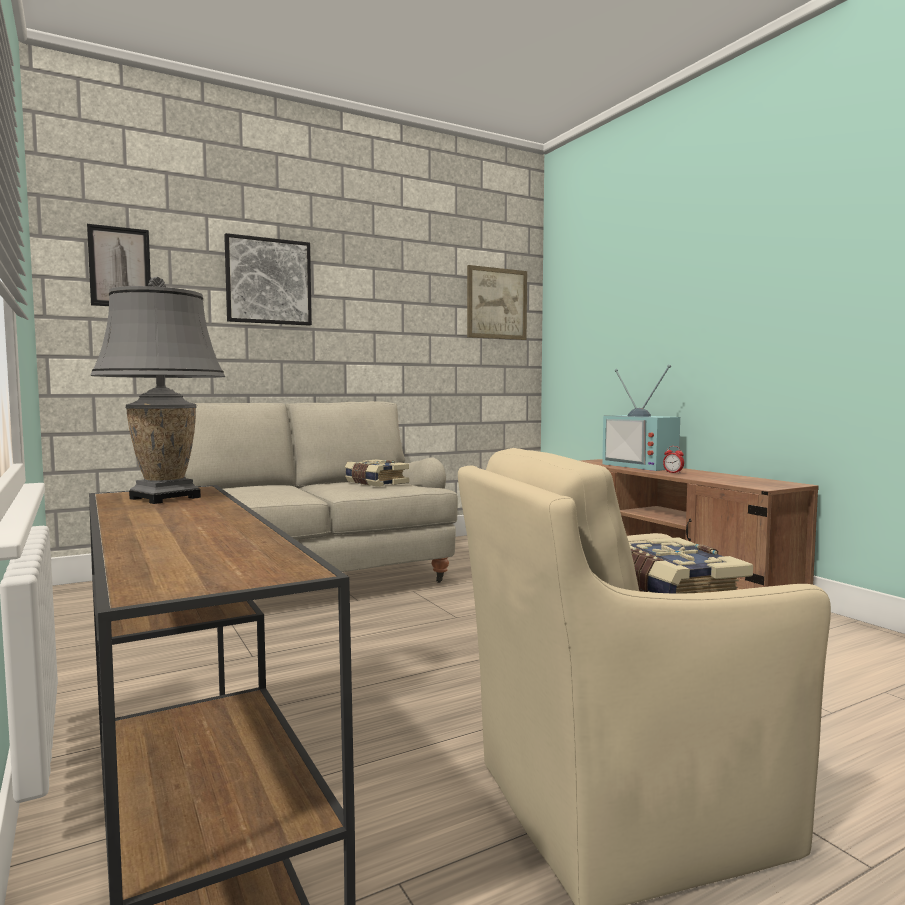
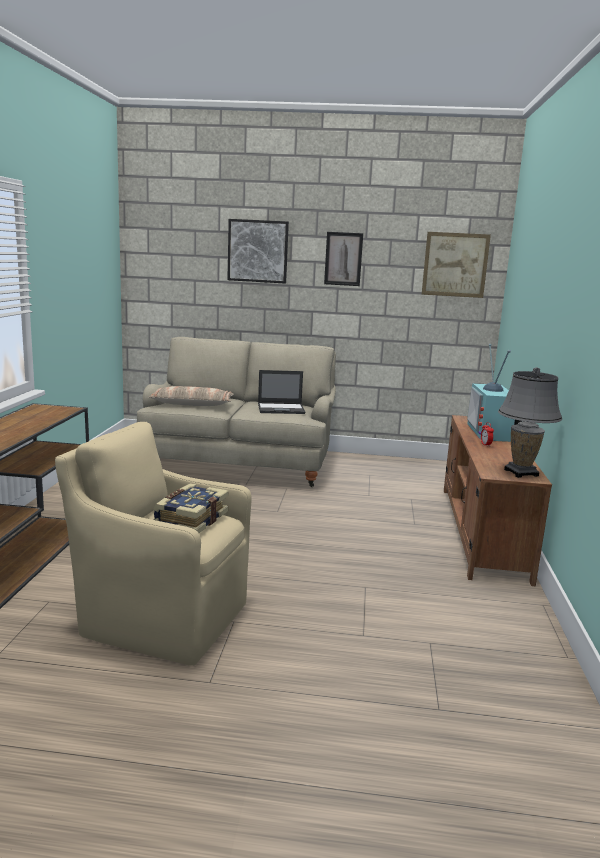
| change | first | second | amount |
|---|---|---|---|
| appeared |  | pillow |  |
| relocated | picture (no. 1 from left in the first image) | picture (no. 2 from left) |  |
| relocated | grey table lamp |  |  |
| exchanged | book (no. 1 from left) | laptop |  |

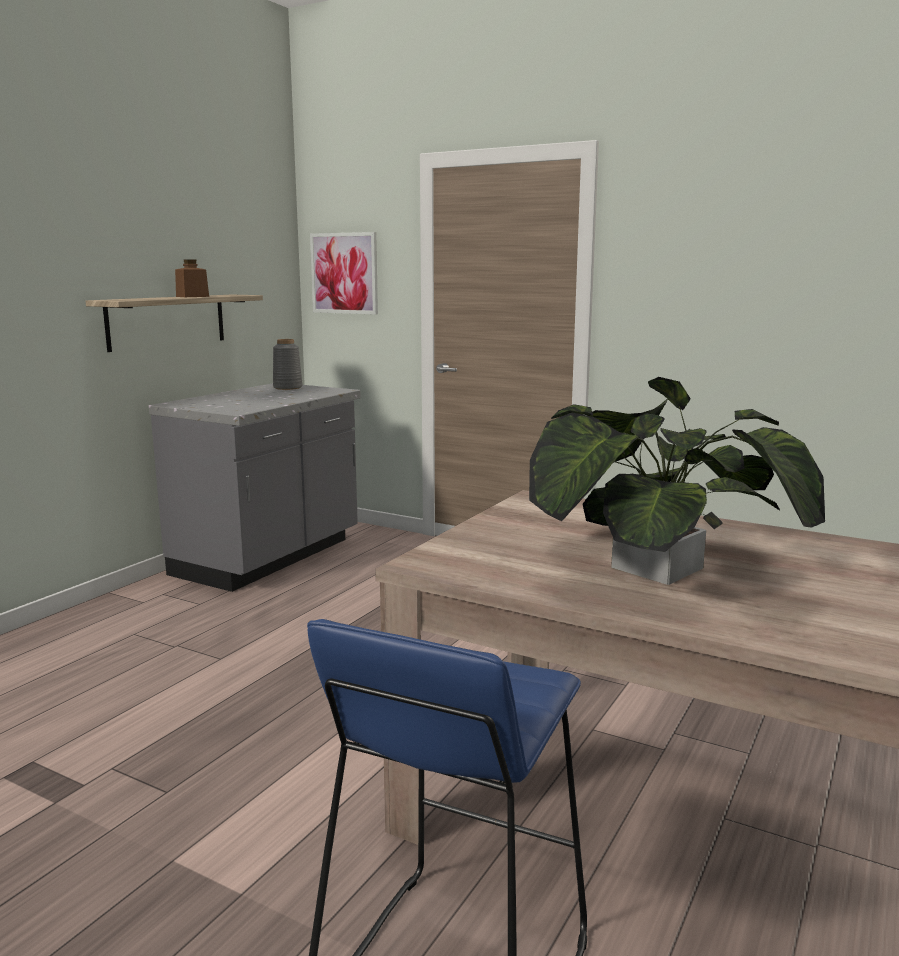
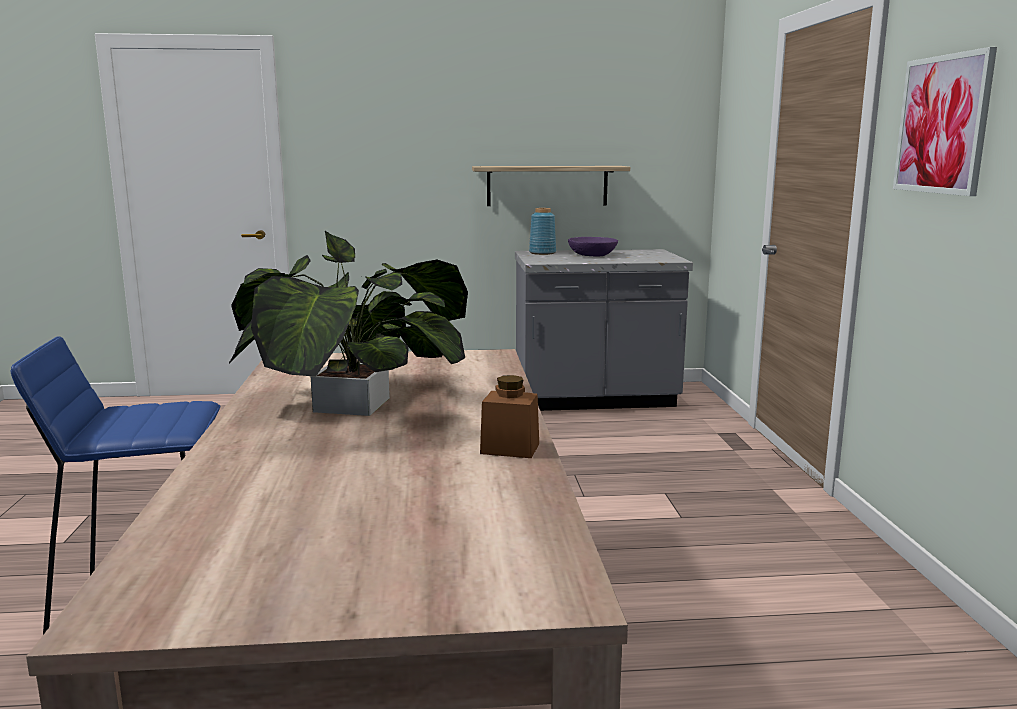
| change | first | second | amount |
|---|---|---|---|
| missing | grey vase |  |  |
| appeared |  | blue vase |  |
| appeared |  | purple bowl |  |
| relocated | brown jar |  |  |
| relocated | picture |  |  |

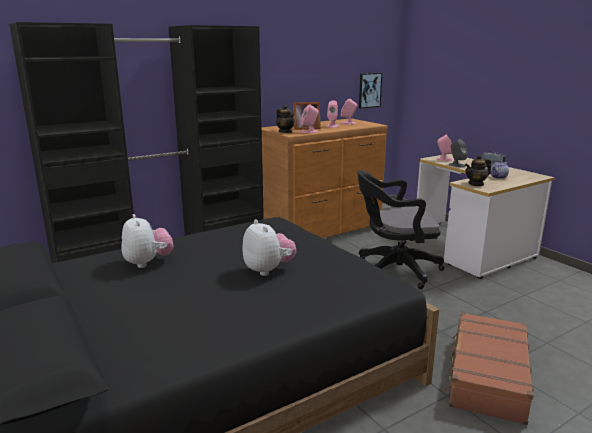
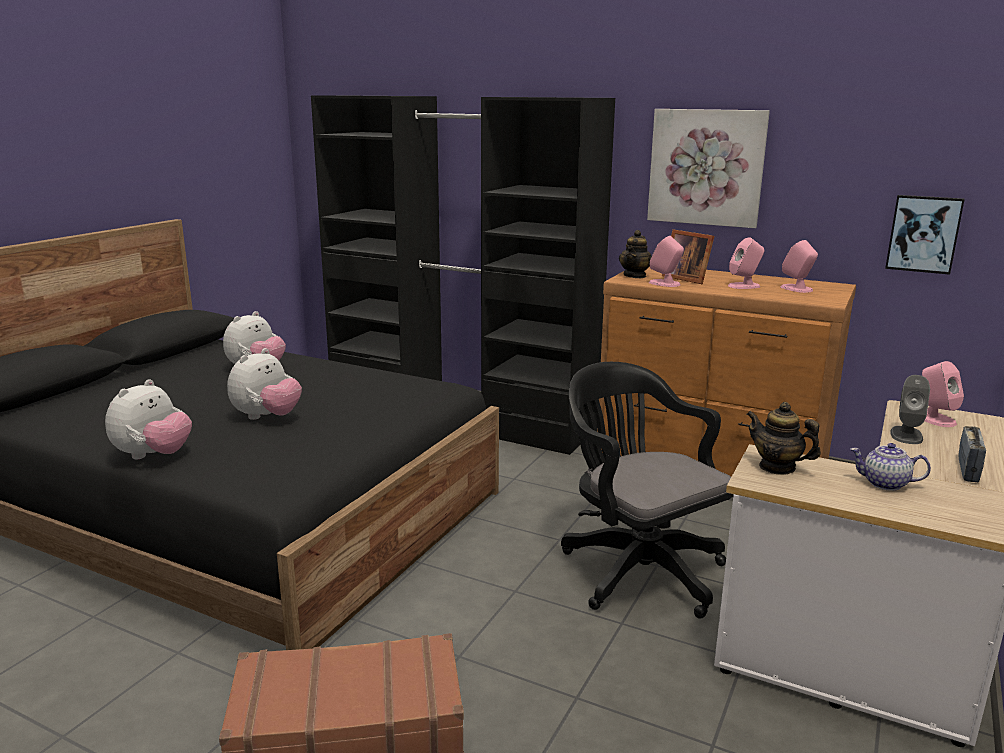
| change | first | second | amount |
|---|---|---|---|
| appeared |  | plush toy (no. 1 from left) |  |
| appeared |  | picture (no. 1 from left) |  |

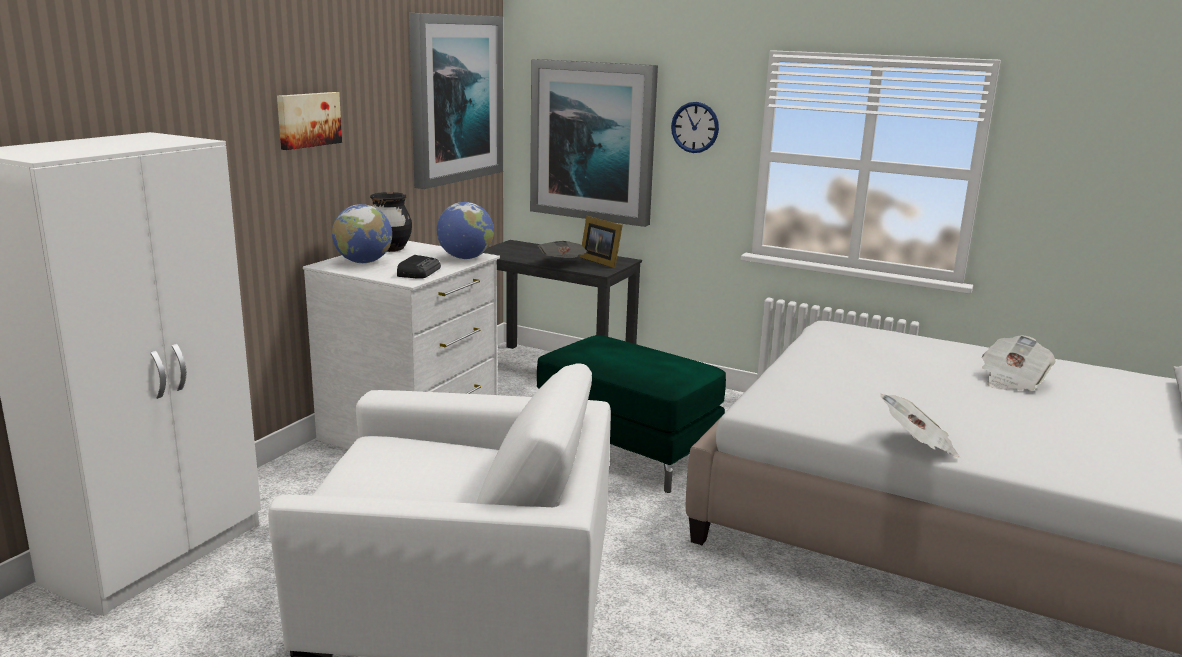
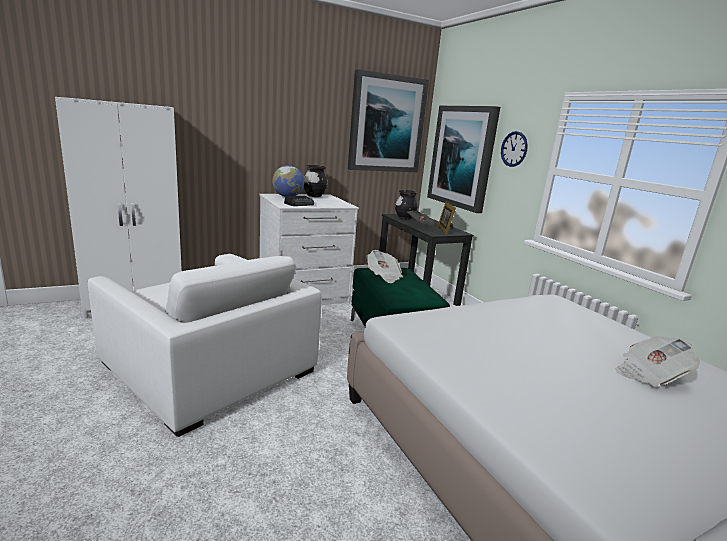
| change | first | second | amount |
|---|---|---|---|
| missing | picture (no. 1 from left) |  |  |
| missing | globe (no. 2 from left) |  |  |
| appeared |  | black vase (no. 2 from left) |  |
| relocated | newspaper (no. 2 from left in the first image) | newspaper (no. 1 from left) |  |

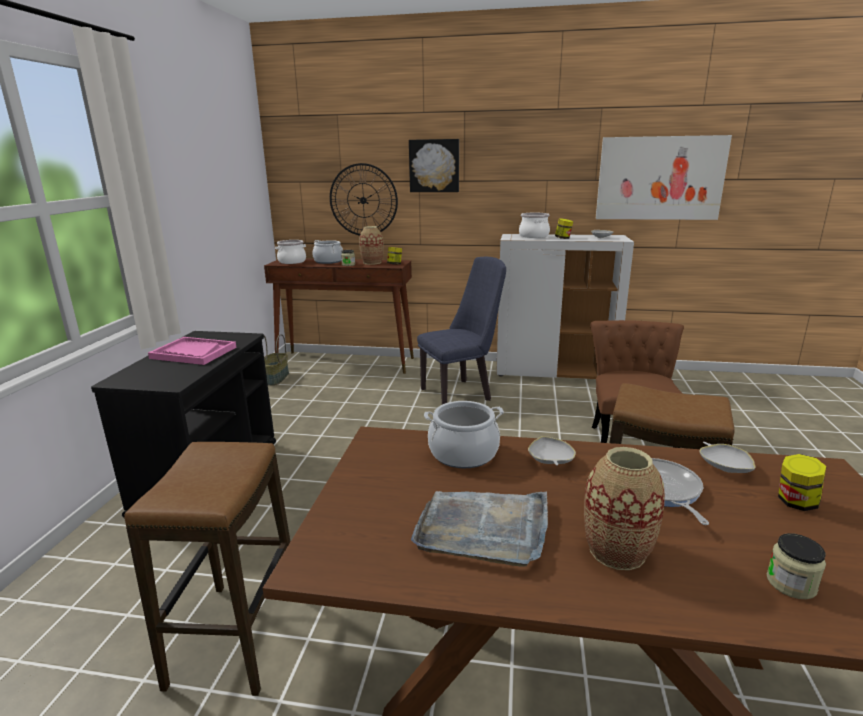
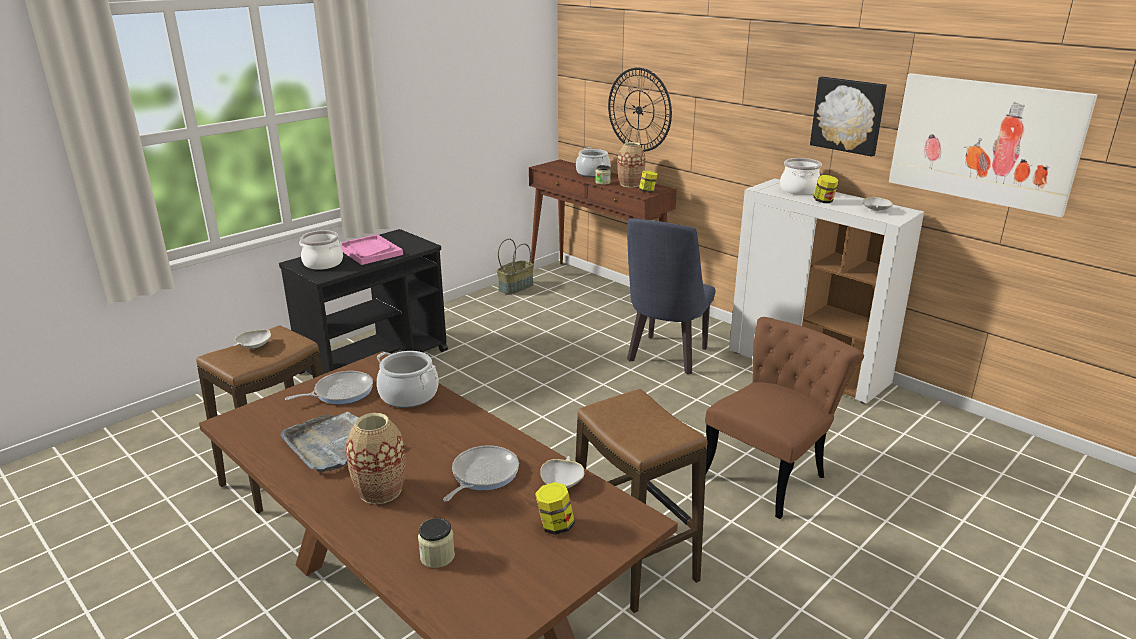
| change | first | second | amount |
|---|---|---|---|
| appeared |  | frying pan (no. 1 from left) |  |
| relocated | cooking pot (no. 1 from left) |  |  |
| relocated | picture (no. 1 from left) |  |  |
| relocated | white bowl (no. 1 from left) |  |  |
| spun | blue chair |  | 105 degrees clockwise |

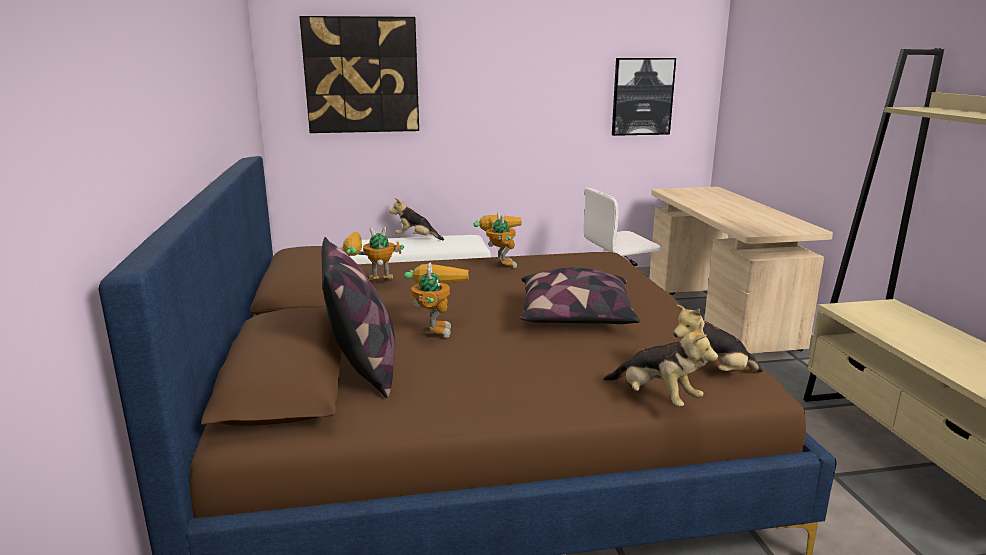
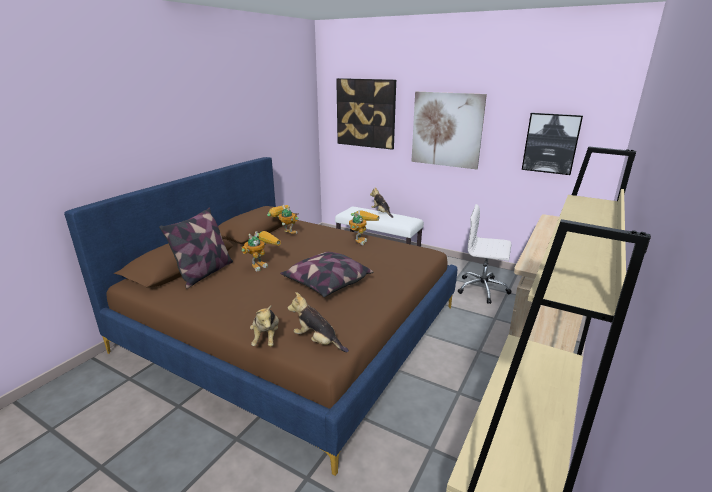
| change | first | second | amount |
|---|---|---|---|
| appeared |  | picture (no. 2 from left) |  |

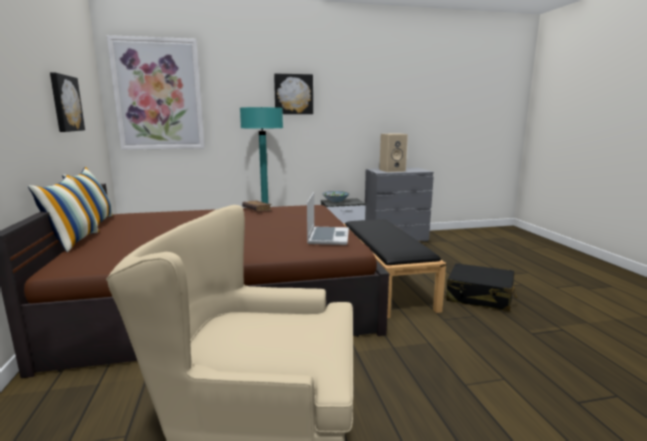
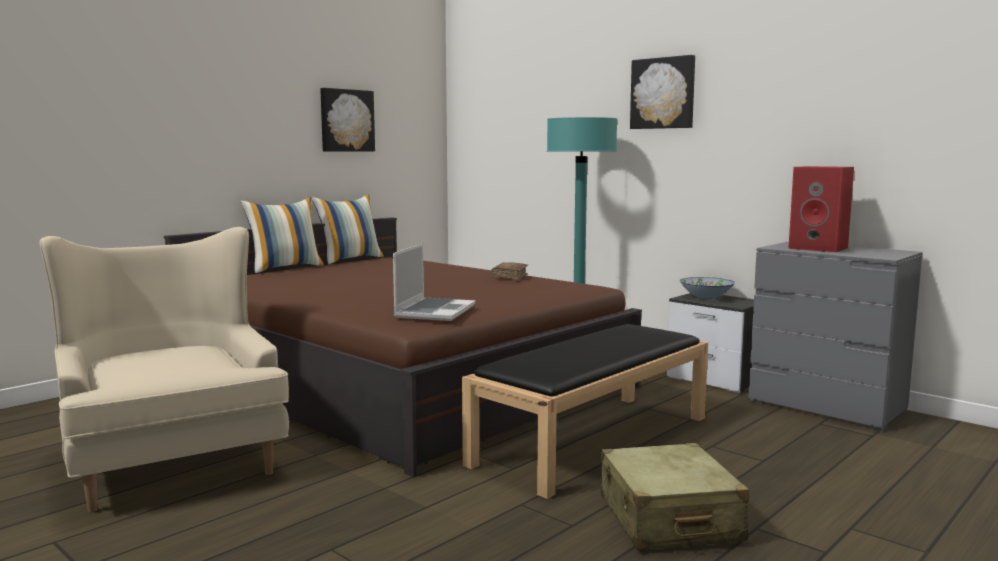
| change | first | second | amount |
|---|---|---|---|
| missing | picture (no. 2 from left) |  |  |
| colour | beige speaker | red speaker |  |
| colour | black suitcase | beige suitcase |  |
| spun | laptop |  | 45 degrees counterclockwise |

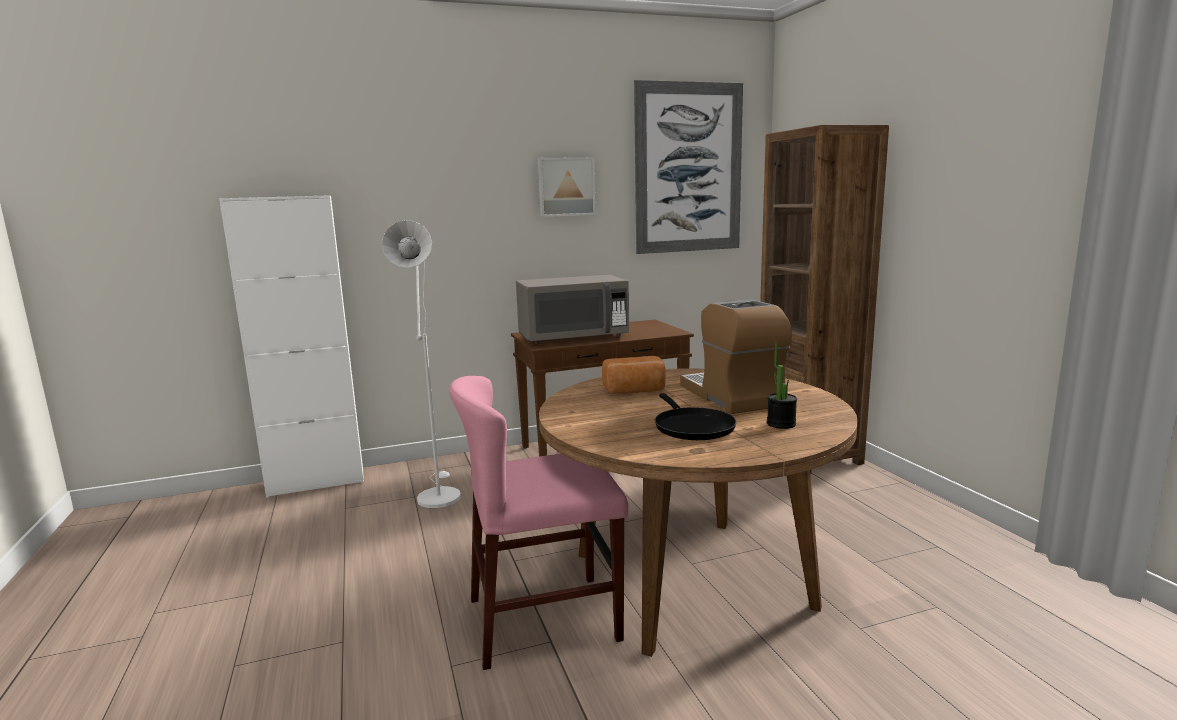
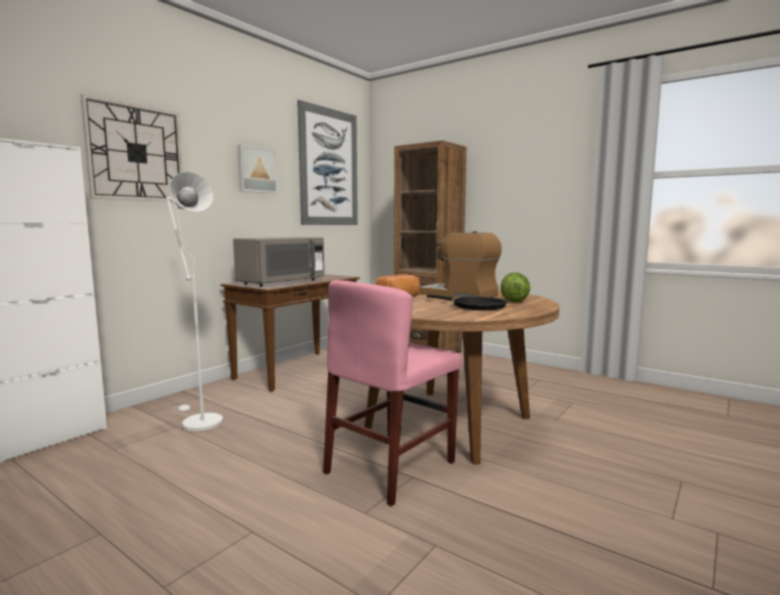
| change | first | second | amount |
|---|---|---|---|
| appeared |  | wall clock |  |
| exchanged | potted plant | lettuce |  |

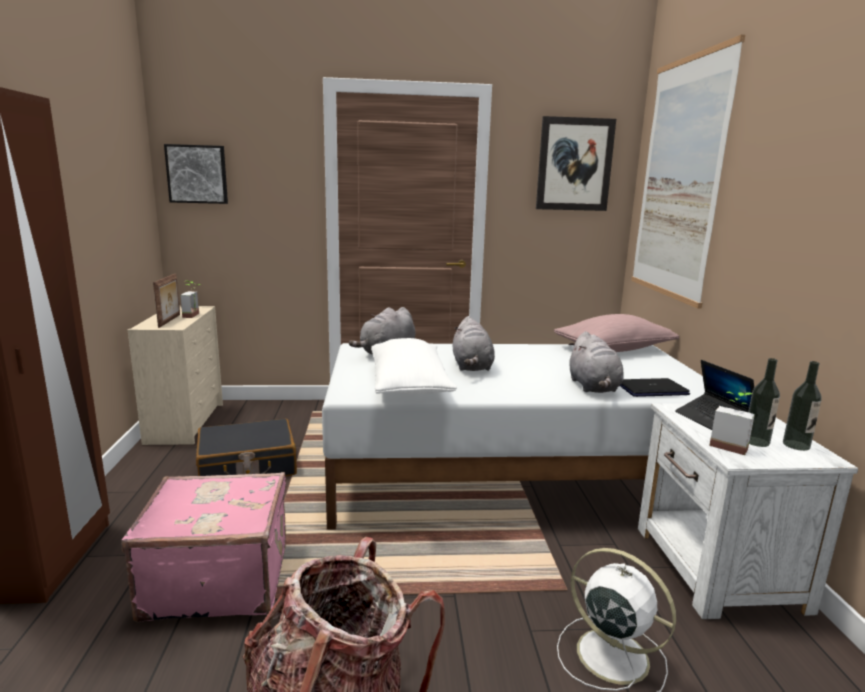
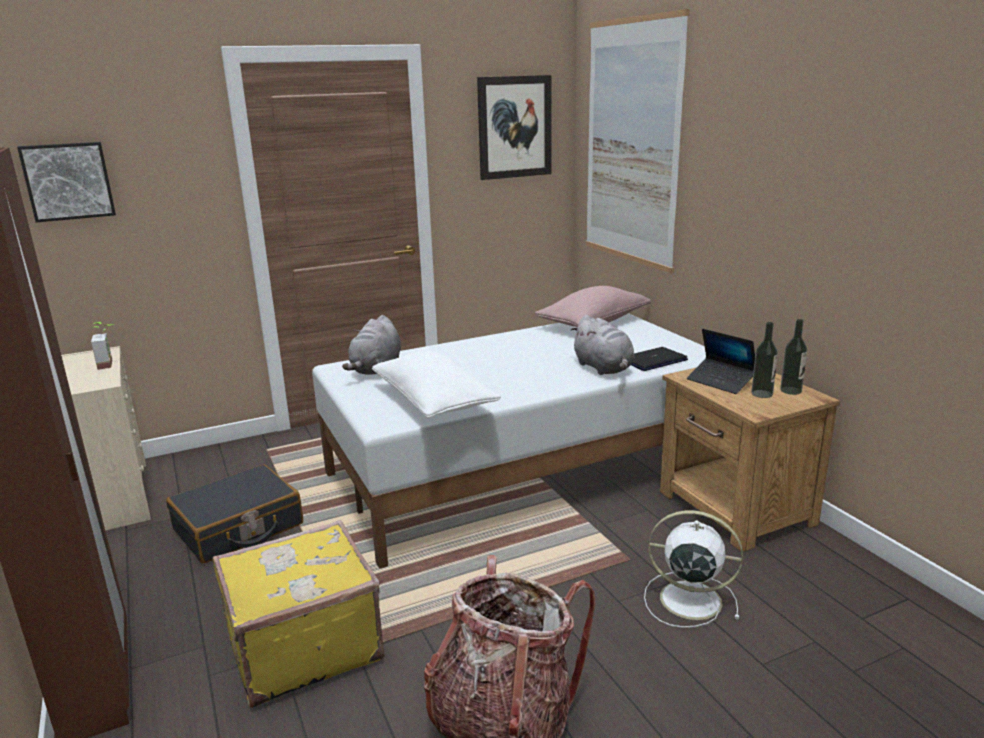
| change | first | second | amount |
|---|---|---|---|
| missing | picture frame |  |  |
| missing | grey plush toy (no. 2 from left) |  |  |
| missing | potted plant (no. 2 from left) |  |  |
| colour | pink suitcase | yellow suitcase |  |
| colour | white nightstand | brown nightstand |  |

